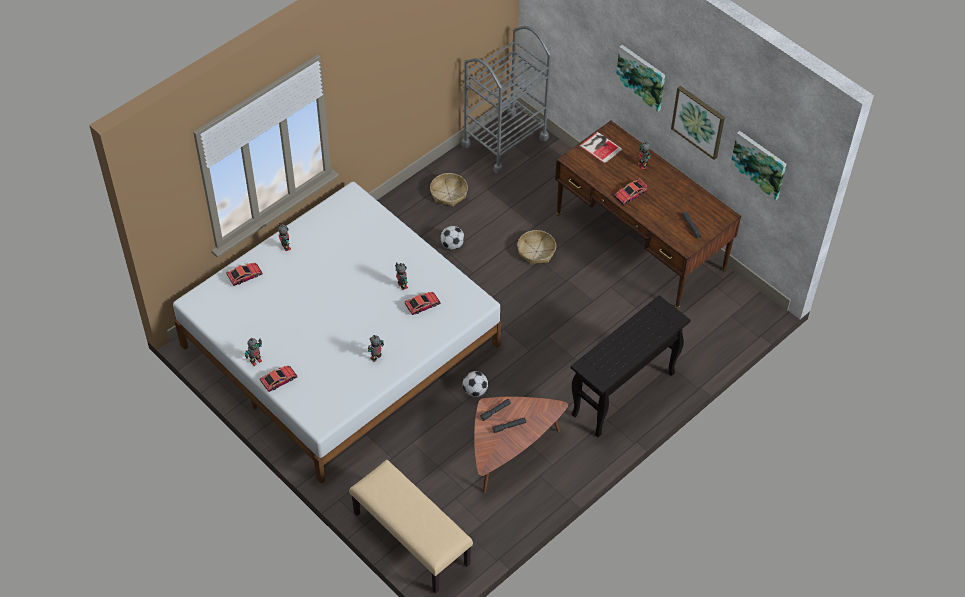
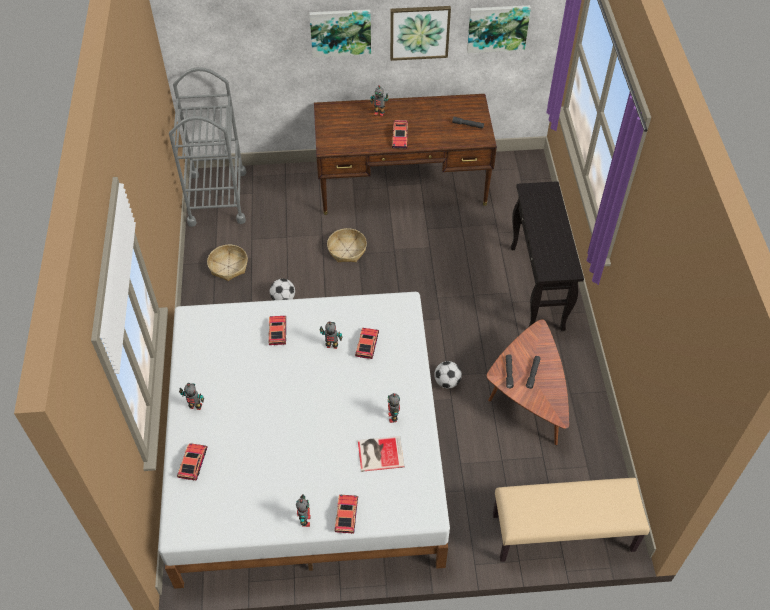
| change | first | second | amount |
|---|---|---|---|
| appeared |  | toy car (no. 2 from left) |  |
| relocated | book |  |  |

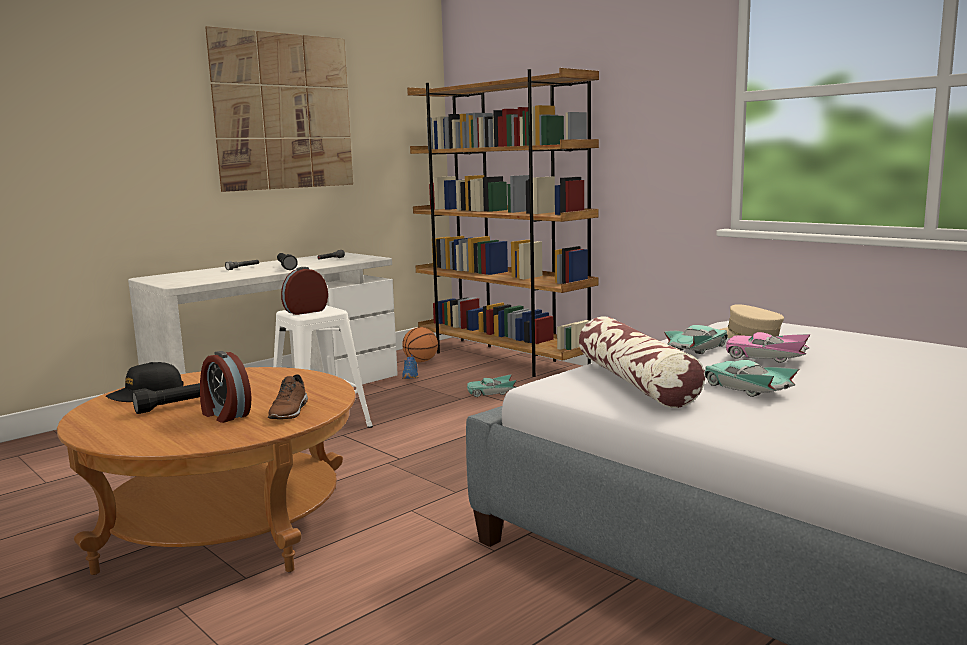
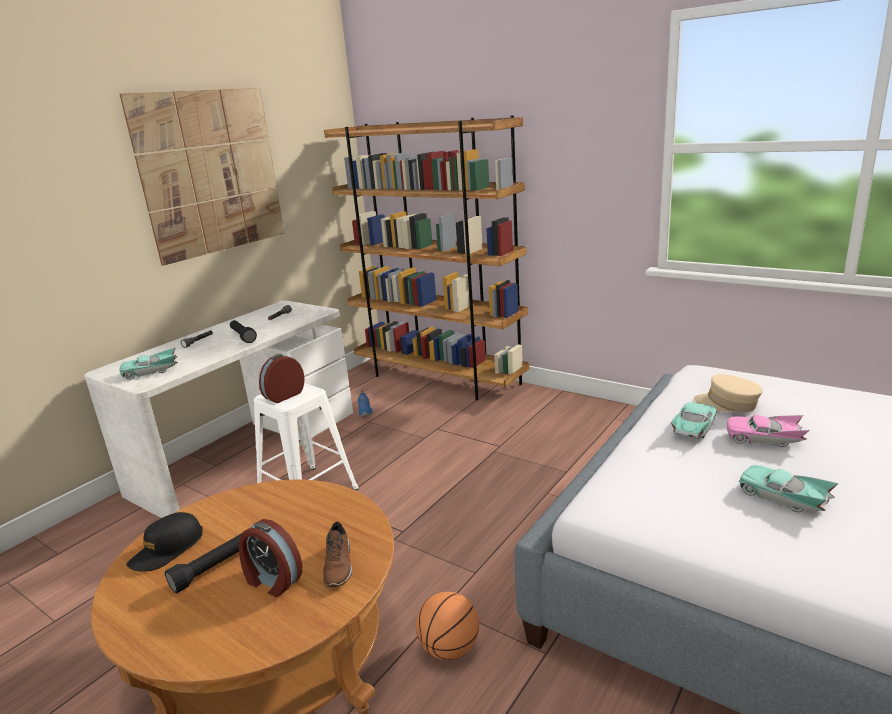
| change | first | second | amount |
|---|---|---|---|
| missing | pillow |  |  |
| relocated | basketball |  |  |
| relocated | turquoise toy car (no. 1 from left) |  |  |

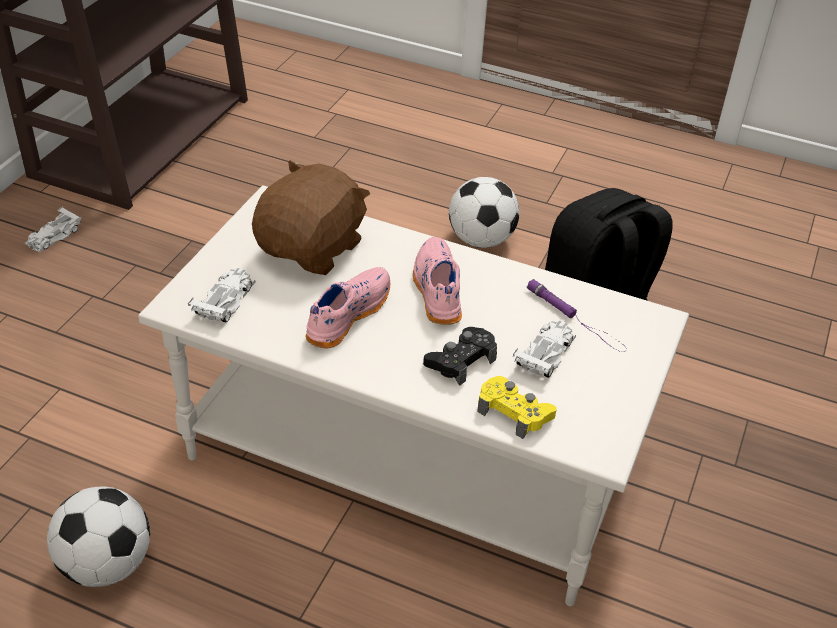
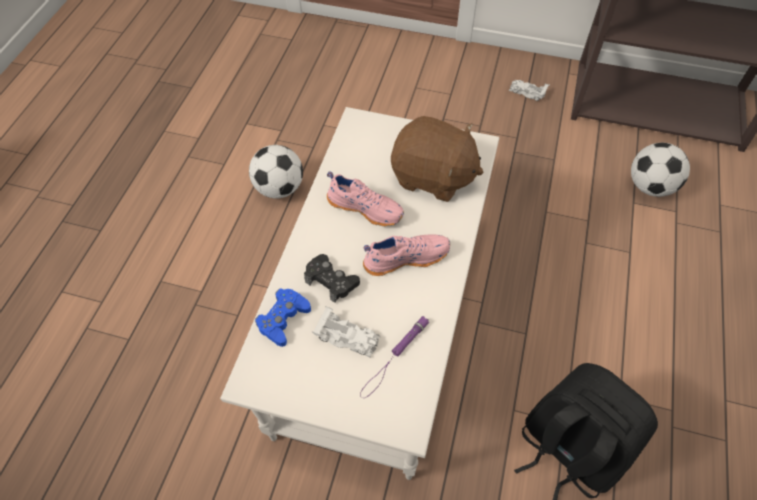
| change | first | second | amount |
|---|---|---|---|
| missing | white toy car (no. 2 from left) |  |  |
| relocated | football (no. 2 from left) |  |  |
| colour | yellow game controller | blue game controller |  |

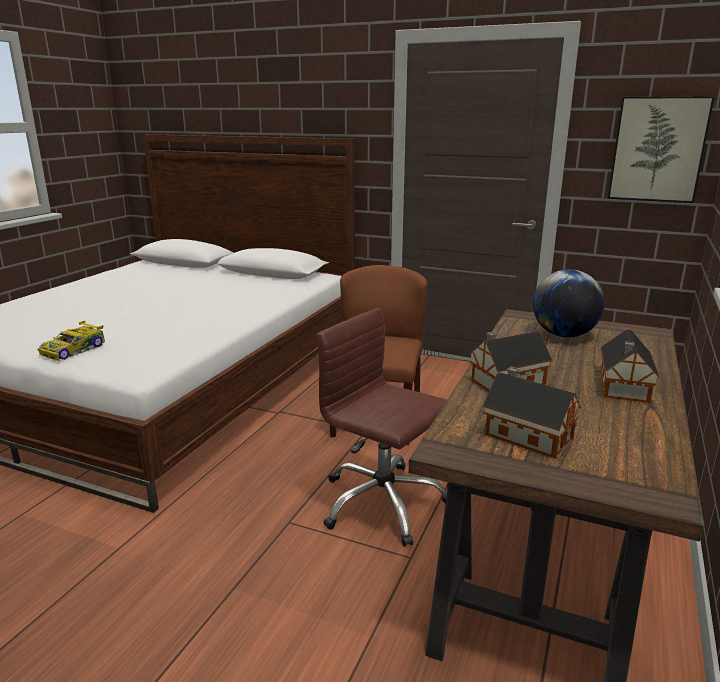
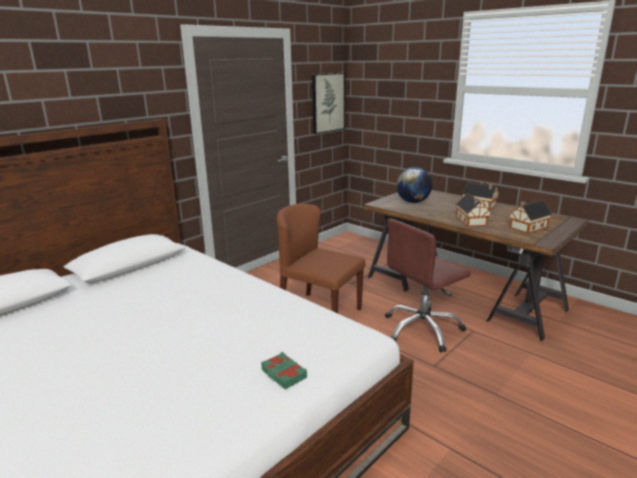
| change | first | second | amount |
|---|---|---|---|
| exchanged | toy car | green book |  |

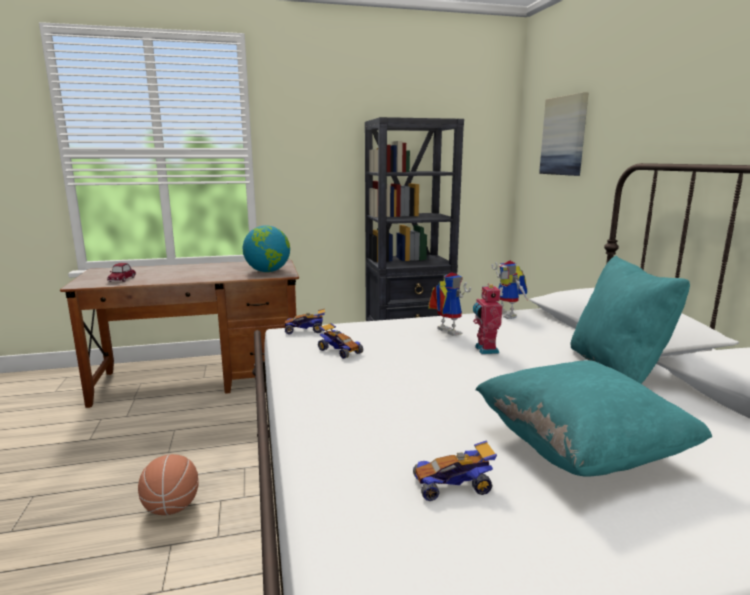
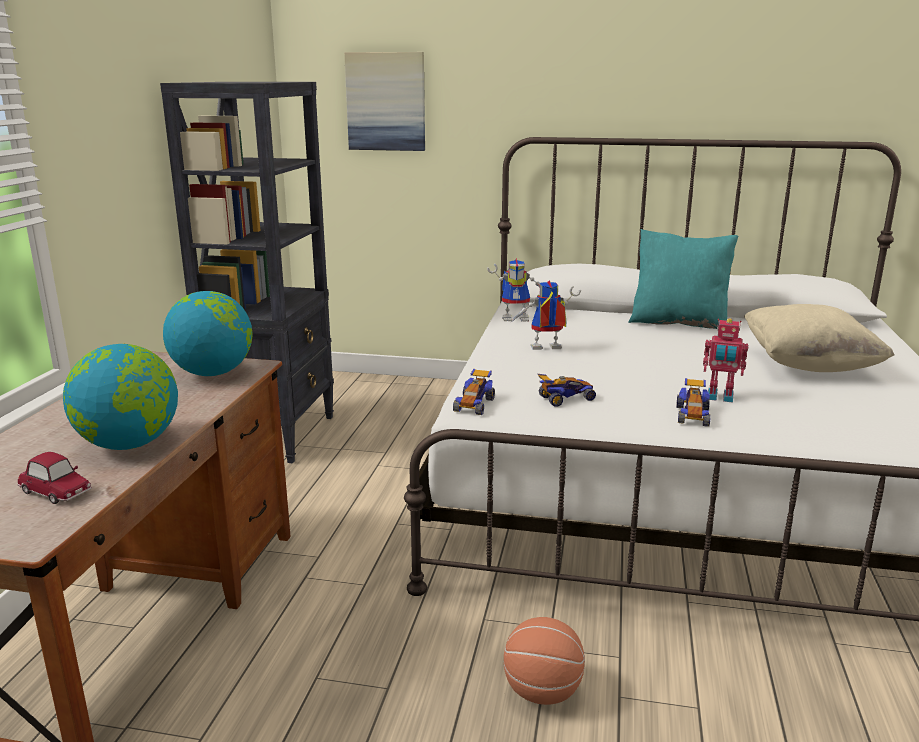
| change | first | second | amount |
|---|---|---|---|
| appeared |  | globe (no. 1 from left) |  |
| relocated | toy car (no. 4 from left) |  |  |
| relocated | toy robot (no. 2 from left in the first image) | toy robot (no. 3 from left) |  |
| colour | turquoise pillow (no. 1 from left) | beige pillow |  |

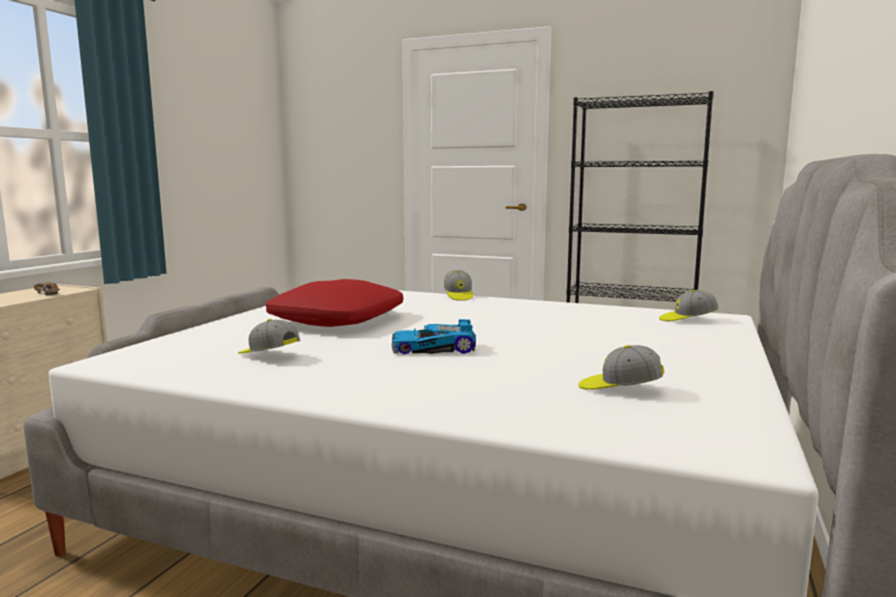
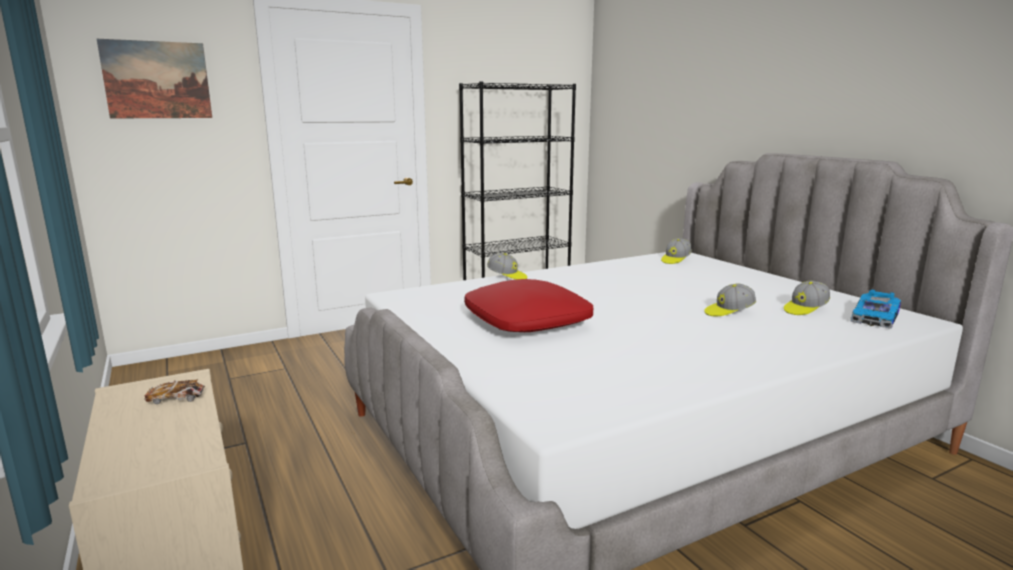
| change | first | second | amount |
|---|---|---|---|
| appeared |  | picture |  |
| relocated | cap (no. 1 from left in the first image) | cap (no. 3 from left) |  |
| relocated | toy car (no. 2 from left) |  |  |

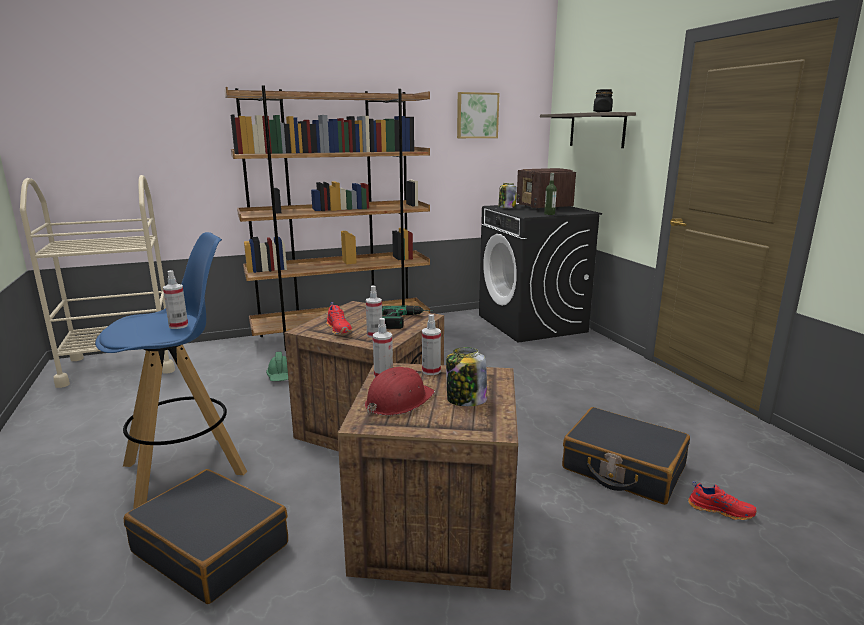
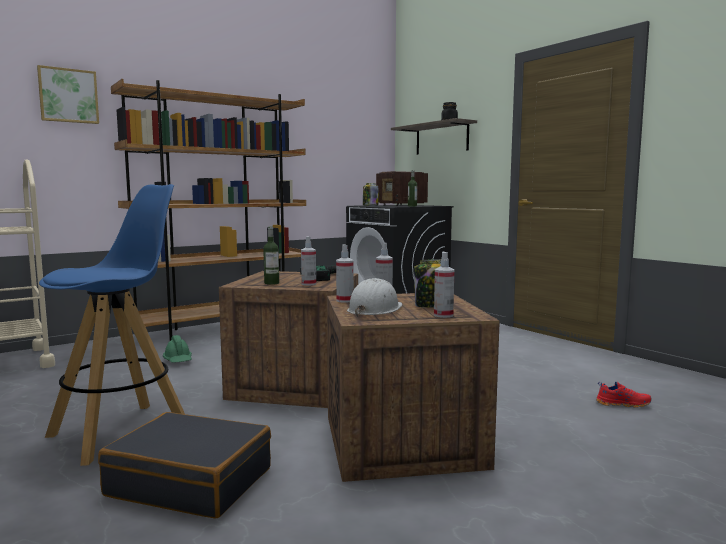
| change | first | second | amount |
|---|---|---|---|
| missing | black suitcase (no. 2 from left) |  |  |
| relocated | spray bottle (no. 1 from left in the first image) | spray bottle (no. 4 from left) |  |
| relocated | picture |  |  |
| exchanged | red shoe (no. 1 from left) | bottle (no. 1 from left) |  |
| colour | red hard hat | white hard hat |  |

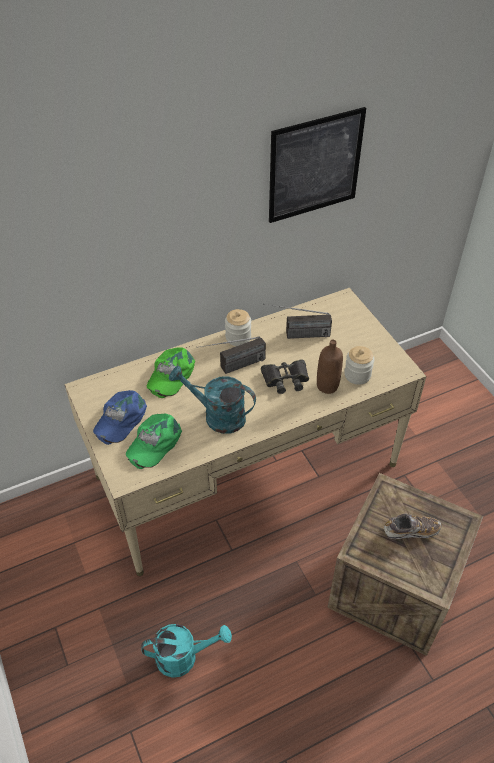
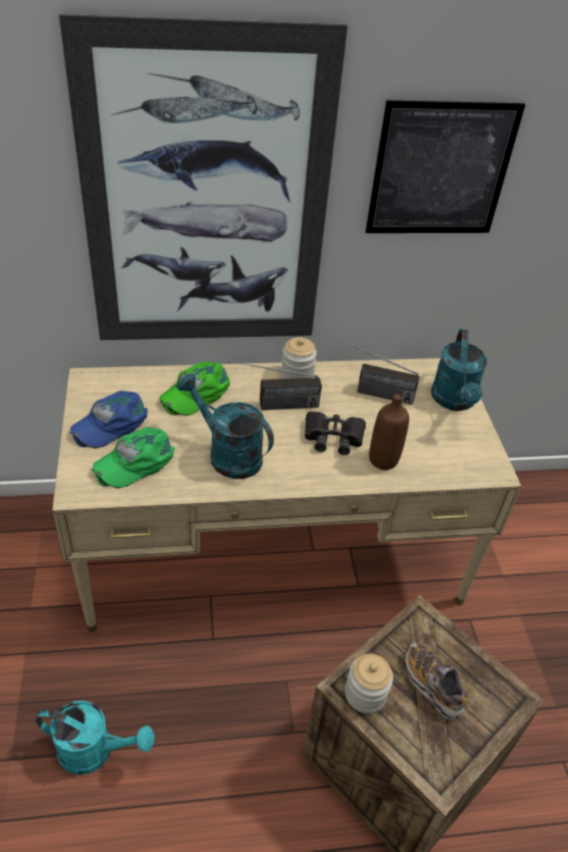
| change | first | second | amount |
|---|---|---|---|
| appeared |  | picture (no. 1 from left) |  |
| appeared |  | turquoise watering can (no. 3 from left) |  |
| relocated | jar (no. 2 from left) |  |  |
| spun | shoe |  | 135 degrees counterclockwise |

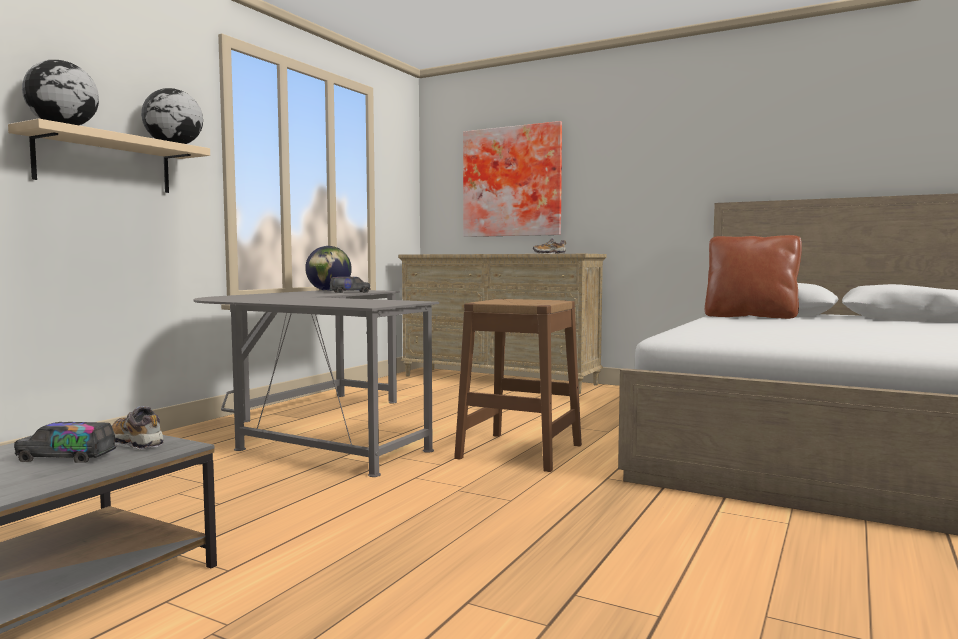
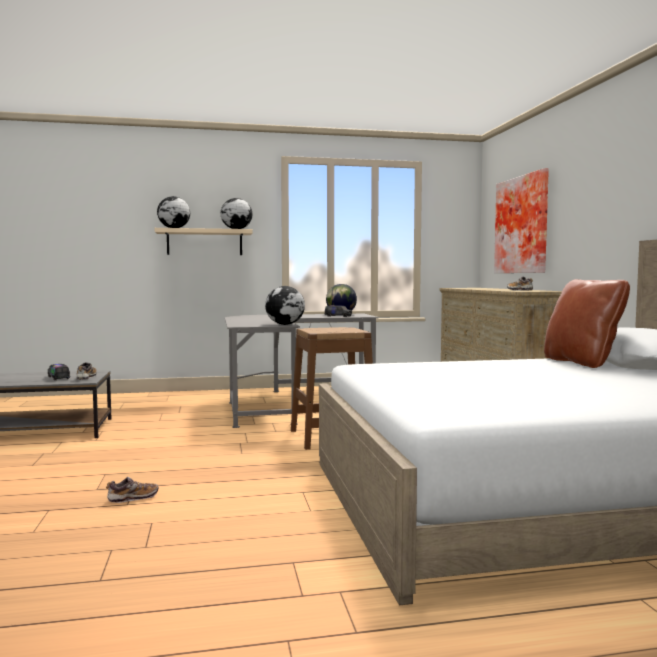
| change | first | second | amount |
|---|---|---|---|
| appeared |  | shoe (no. 2 from left) |  |
| appeared |  | globe (no. 3 from left) |  |

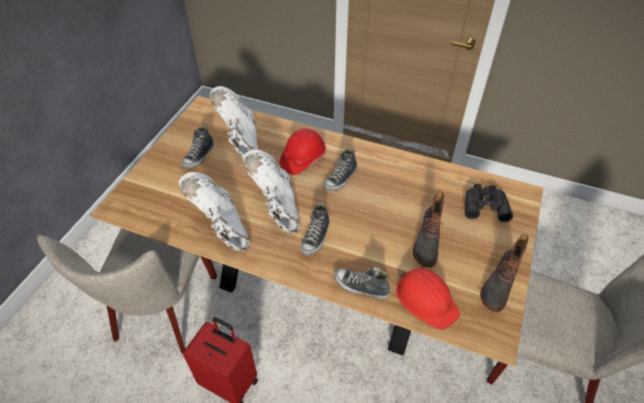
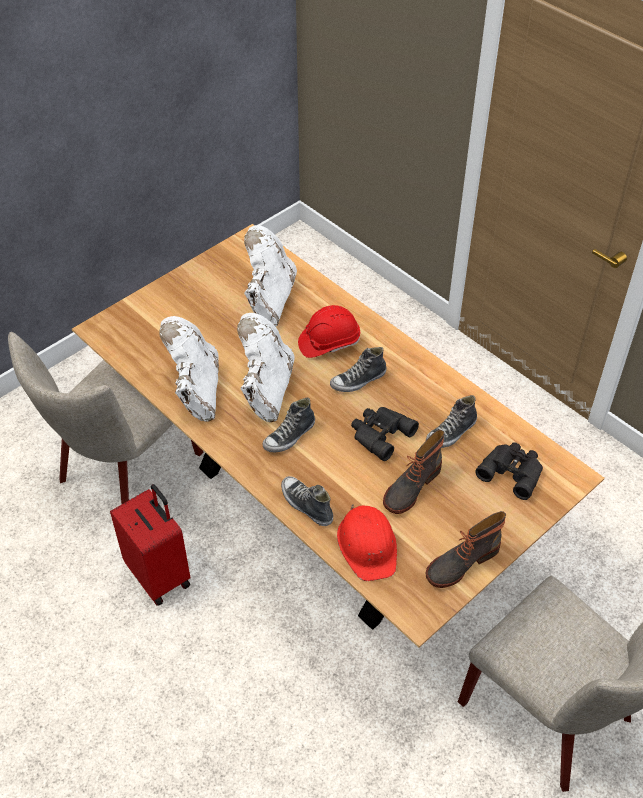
| change | first | second | amount |
|---|---|---|---|
| appeared |  | black binoculars (no. 1 from left) |  |
| relocated | shoe (no. 1 from left in the first image) | shoe (no. 4 from left) |  |

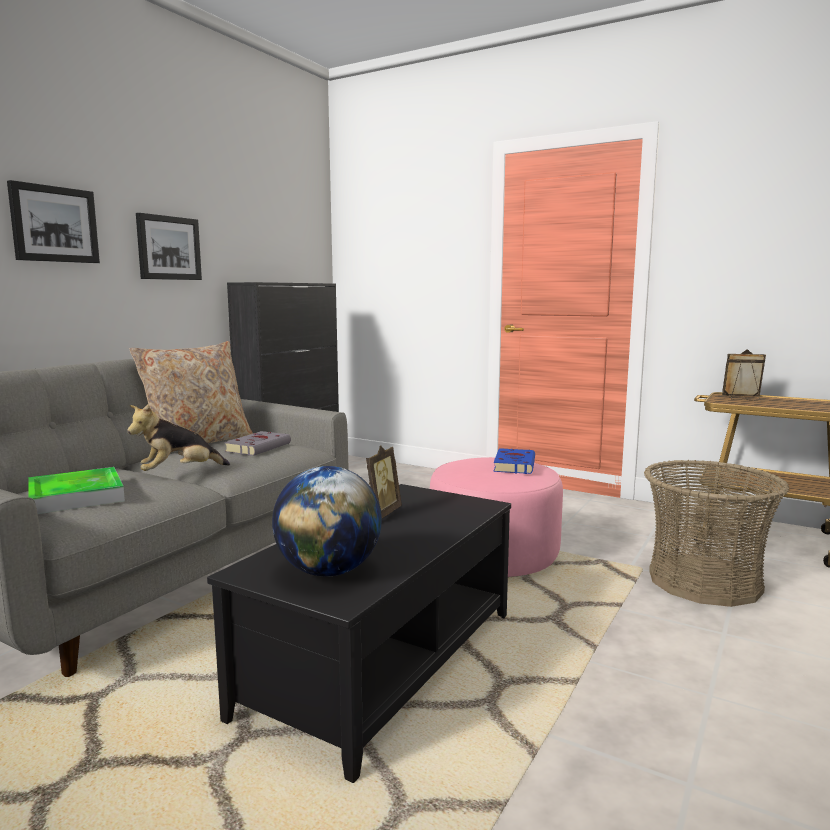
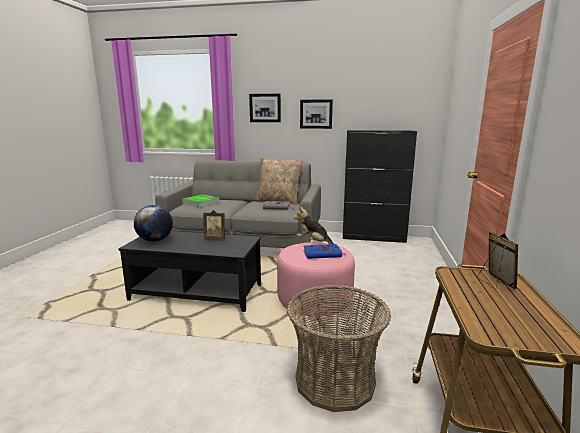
| change | first | second | amount |
|---|---|---|---|
| relocated | plush toy |  |  |

